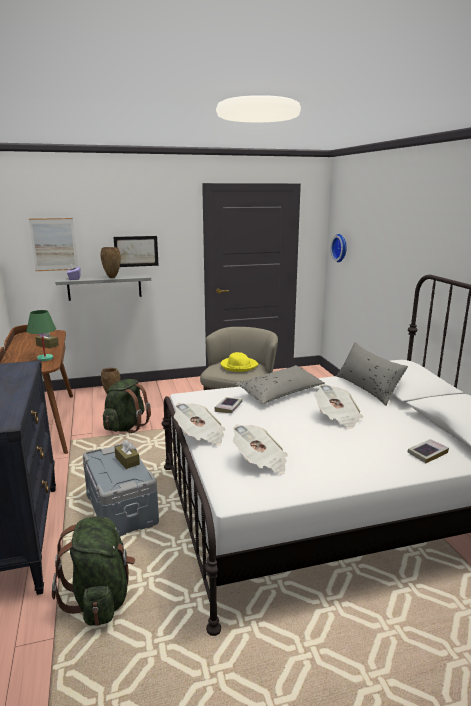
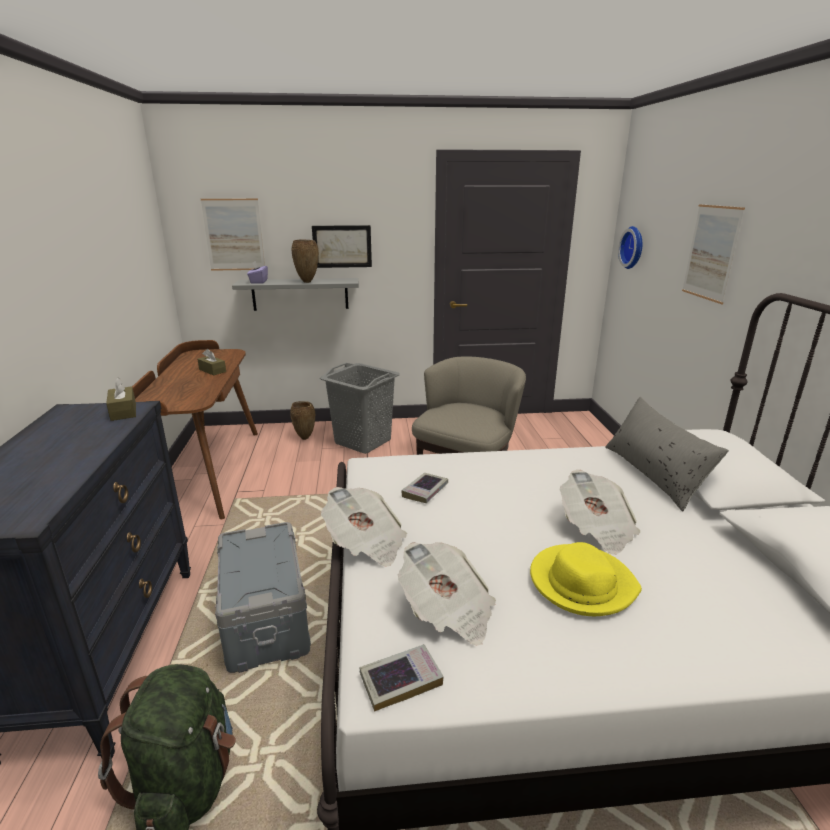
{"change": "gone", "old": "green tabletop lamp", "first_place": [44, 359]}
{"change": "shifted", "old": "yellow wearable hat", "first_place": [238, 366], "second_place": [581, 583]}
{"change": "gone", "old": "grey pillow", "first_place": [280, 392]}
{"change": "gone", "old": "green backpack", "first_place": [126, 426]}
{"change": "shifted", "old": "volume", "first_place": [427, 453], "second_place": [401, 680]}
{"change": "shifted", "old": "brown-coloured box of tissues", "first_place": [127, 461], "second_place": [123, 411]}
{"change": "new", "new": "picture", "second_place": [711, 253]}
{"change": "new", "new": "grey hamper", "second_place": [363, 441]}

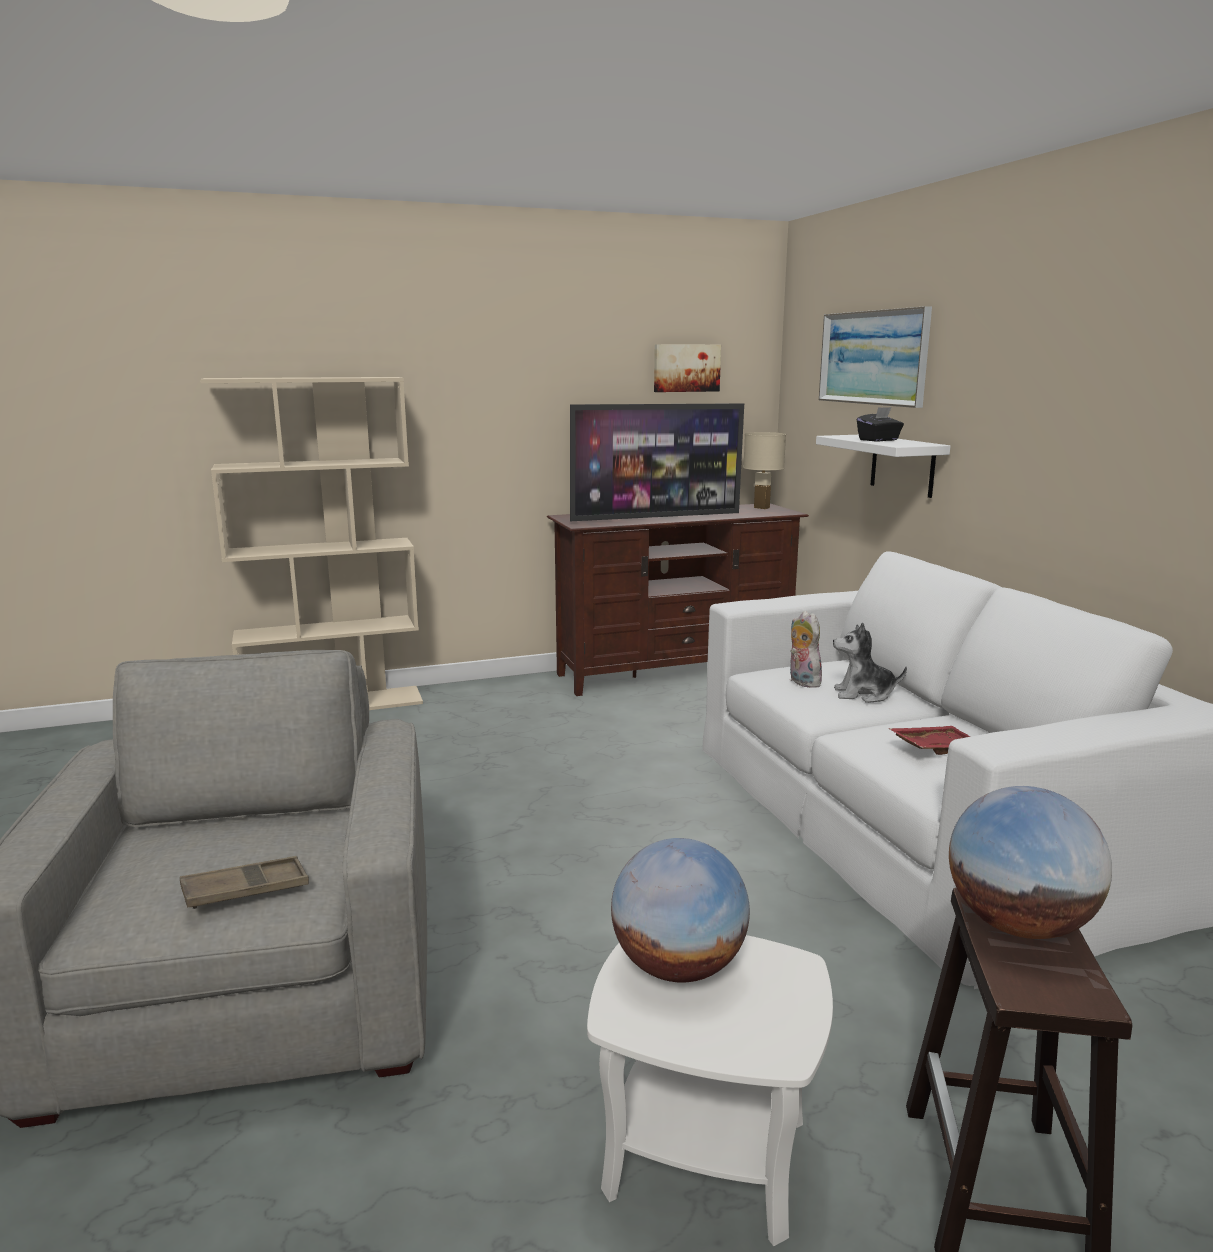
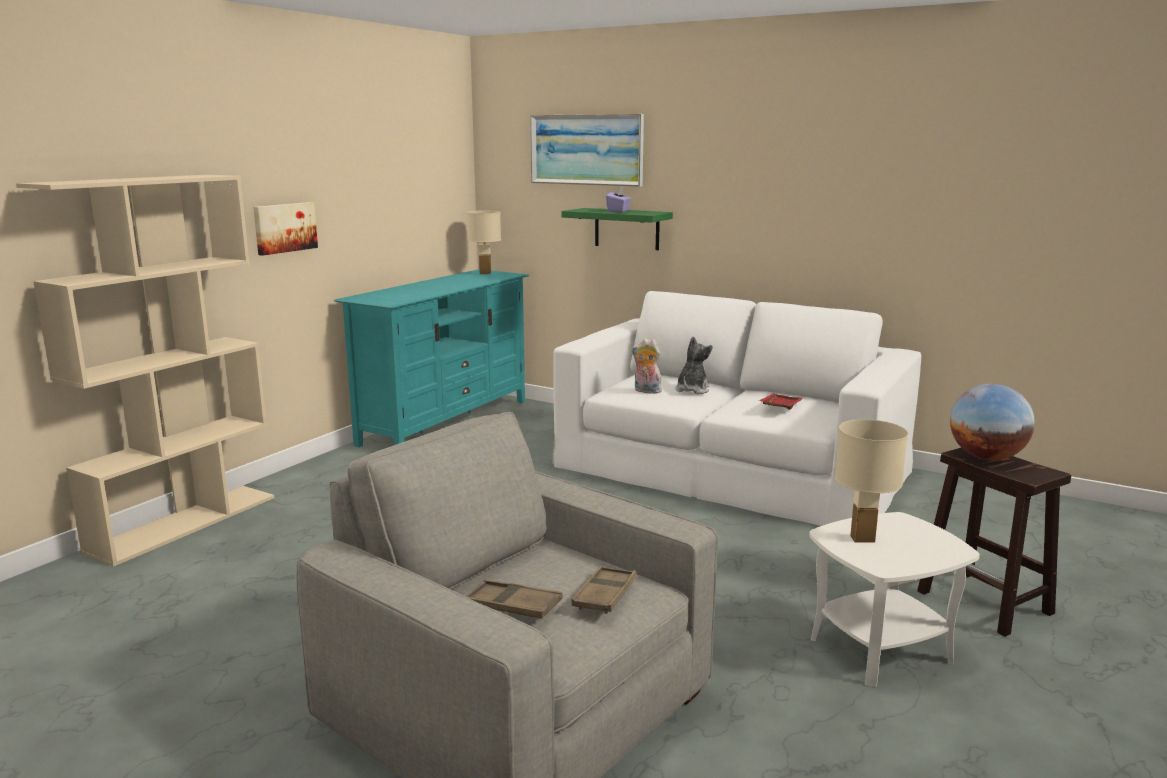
{"change": "shifted", "old": "picture", "first_place": [686, 368], "second_place": [284, 227]}
{"change": "gone", "old": "TV", "first_place": [656, 517]}
{"change": "repainted", "old": "black-coloured box of tissues", "new": "purplish box of tissues", "first_place": [879, 440], "second_place": [618, 211]}
{"change": "repainted", "old": "white-coloured wall shelf", "new": "green wall shelf", "first_place": [902, 465], "second_place": [627, 229]}
{"change": "repainted", "old": "brown-coloured tv unit", "new": "blue-green tv unit", "first_place": [674, 672], "second_place": [445, 422]}
{"change": "rotated", "old": "plush toy", "first_place": [863, 694], "second_place": [692, 390], "degrees": 150}
{"change": "swapped", "old": "world globe", "new": "sand-coloured tabletop lamp", "first_place": [677, 967], "second_place": [862, 539]}
{"change": "new", "new": "brown-coloured carrying tray", "second_place": [512, 605]}

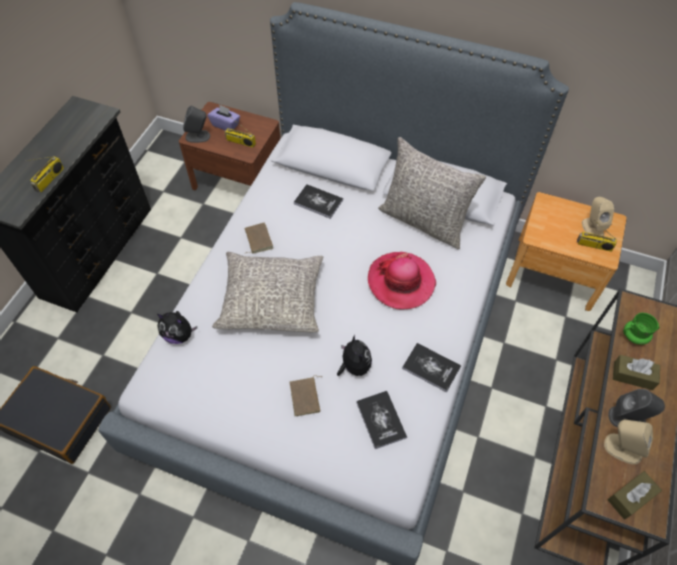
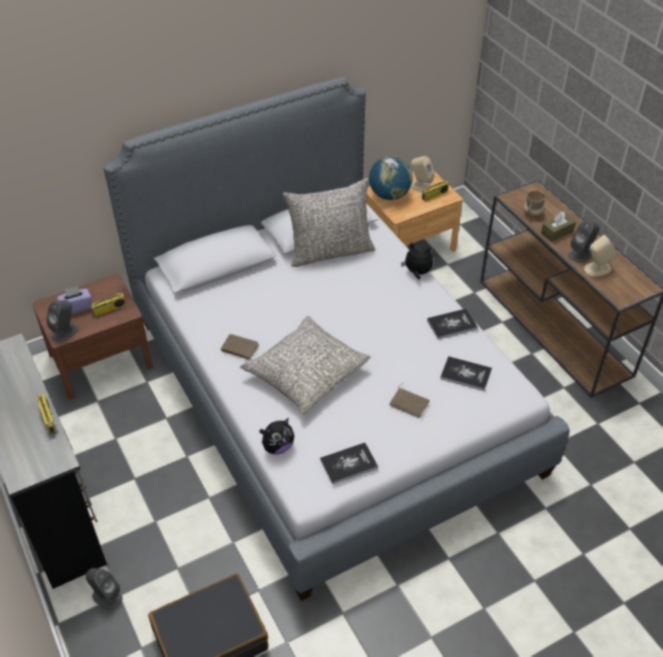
{"change": "shifted", "old": "volume", "first_place": [318, 202], "second_place": [349, 464]}
{"change": "gone", "old": "wearable hat", "first_place": [401, 282]}
{"change": "repainted", "old": "green mug", "new": "sand-coloured mug", "first_place": [634, 336], "second_place": [532, 213]}
{"change": "shifted", "old": "plush toy", "first_place": [354, 366], "second_place": [417, 273]}
{"change": "gone", "old": "brown-coloured box of tissues", "first_place": [630, 497]}
{"change": "new", "new": "world globe", "second_place": [389, 195]}
{"change": "new", "new": "grey loudspeaker", "second_place": [106, 596]}

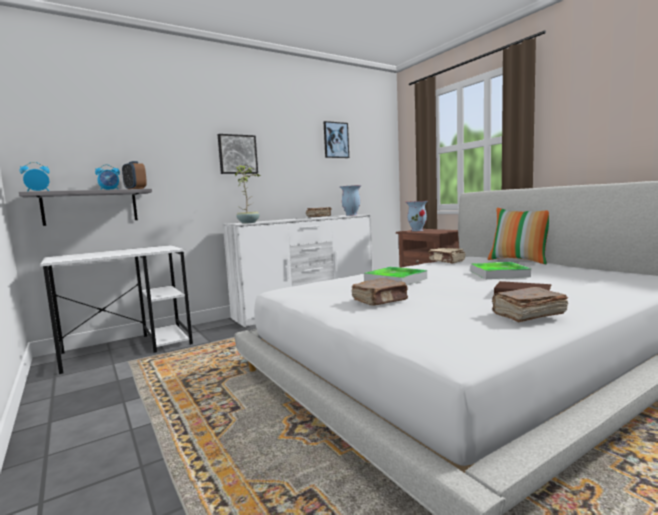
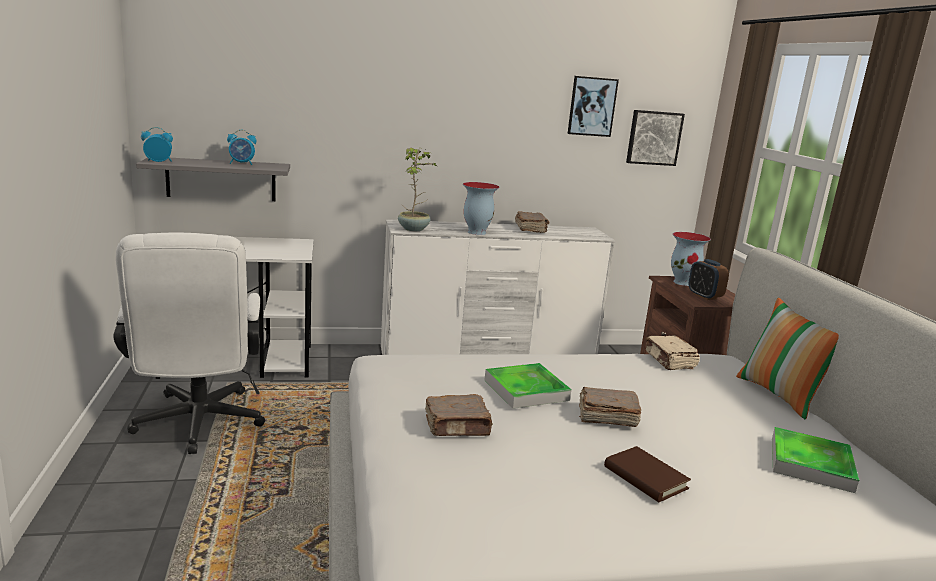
{"change": "shifted", "old": "picture", "first_place": [237, 154], "second_place": [653, 138]}
{"change": "shifted", "old": "table clock", "first_place": [135, 189], "second_place": [704, 296]}
{"change": "shifted", "old": "flower vase", "first_place": [351, 215], "second_place": [476, 232]}
{"change": "shifted", "old": "carrying tray", "first_place": [499, 274], "second_place": [810, 464]}
{"change": "shifted", "old": "brown-coloured volume", "first_place": [527, 315], "second_place": [606, 417]}
{"change": "new", "new": "white-coloured desk chair", "second_place": [197, 426]}

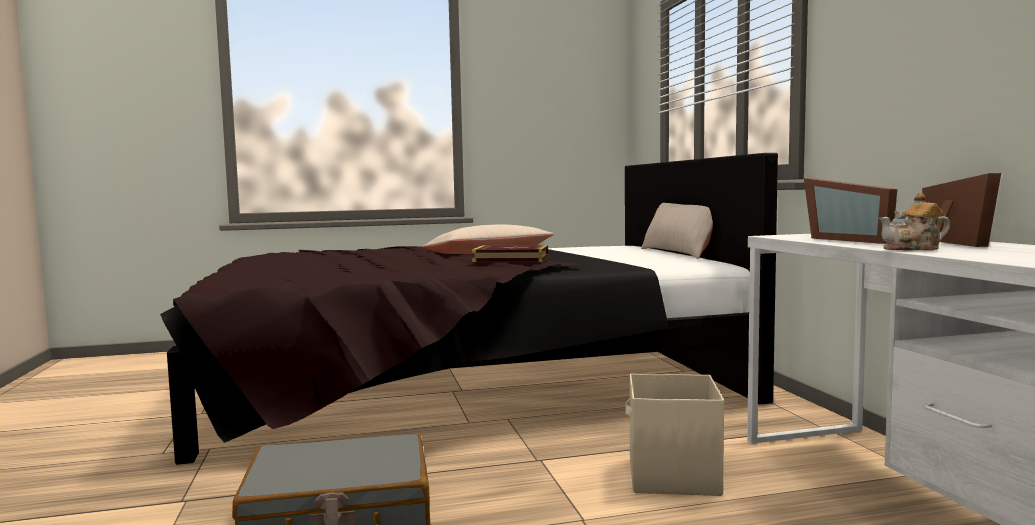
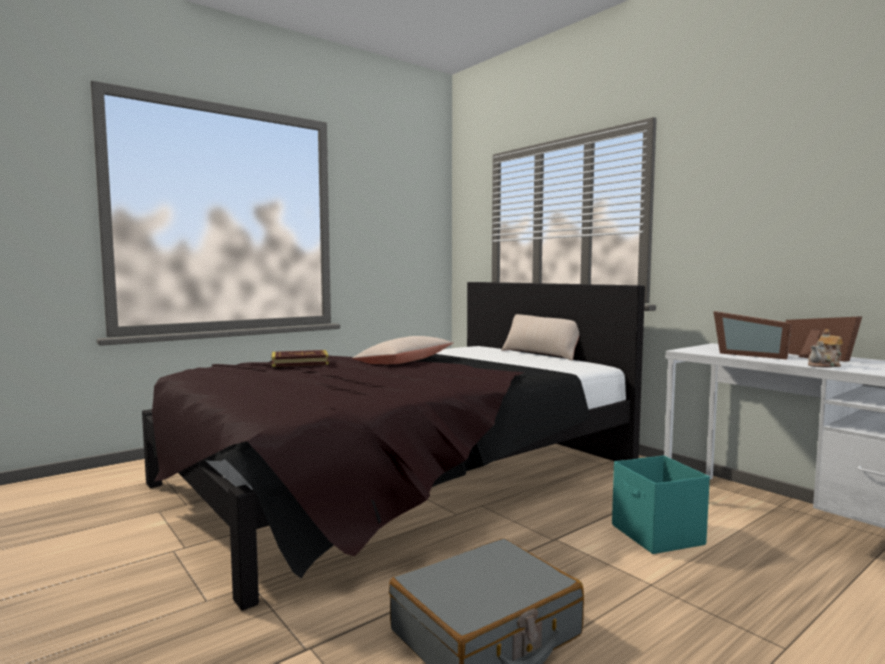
{"change": "shifted", "old": "volume", "first_place": [511, 259], "second_place": [300, 362]}
{"change": "repainted", "old": "sand-coloured storage container", "new": "blue-green storage container", "first_place": [672, 476], "second_place": [657, 535]}

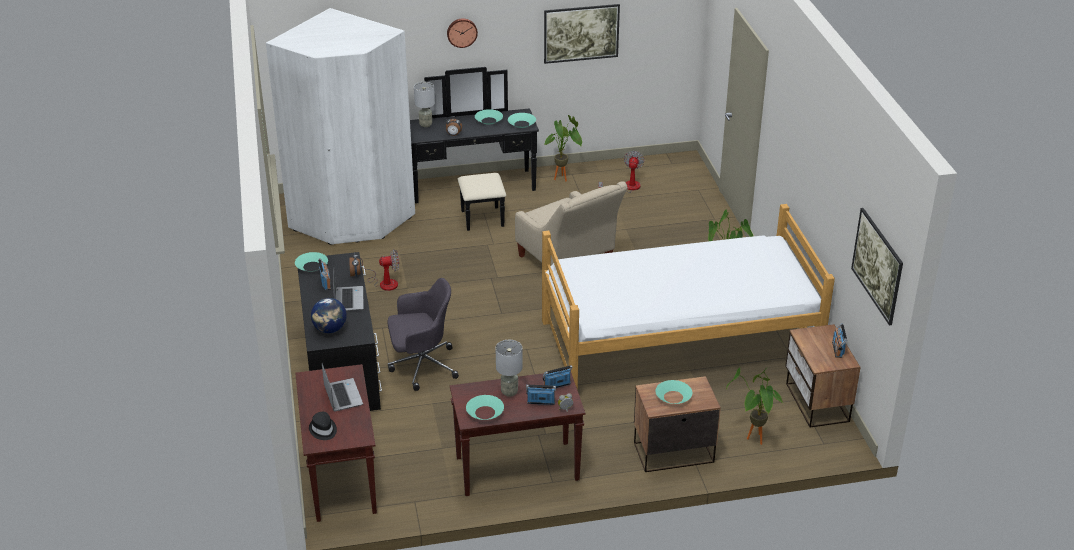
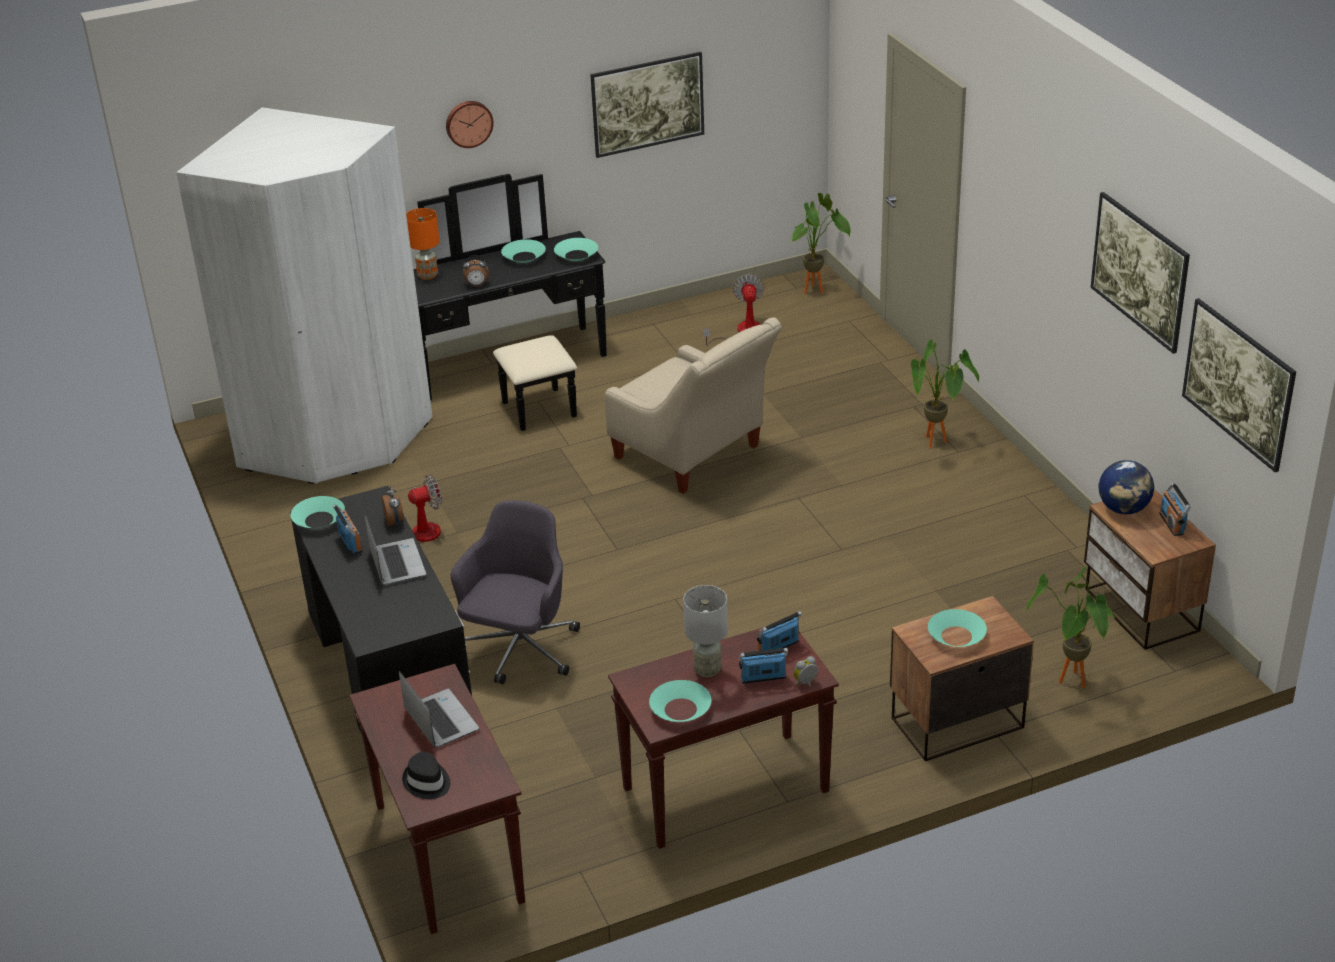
{"change": "repainted", "old": "grey tabletop lamp", "new": "orange tabletop lamp", "first_place": [425, 124], "second_place": [427, 276]}
{"change": "shifted", "old": "potted plant", "first_place": [564, 178], "second_place": [818, 290]}
{"change": "gone", "old": "sleeping bed", "first_place": [679, 345]}
{"change": "rotated", "old": "grey desk chair", "first_place": [421, 365], "second_place": [519, 651], "degrees": -45}
{"change": "shifted", "old": "world globe", "first_place": [330, 329], "second_place": [1123, 509]}
{"change": "new", "new": "picture", "second_place": [1136, 295]}

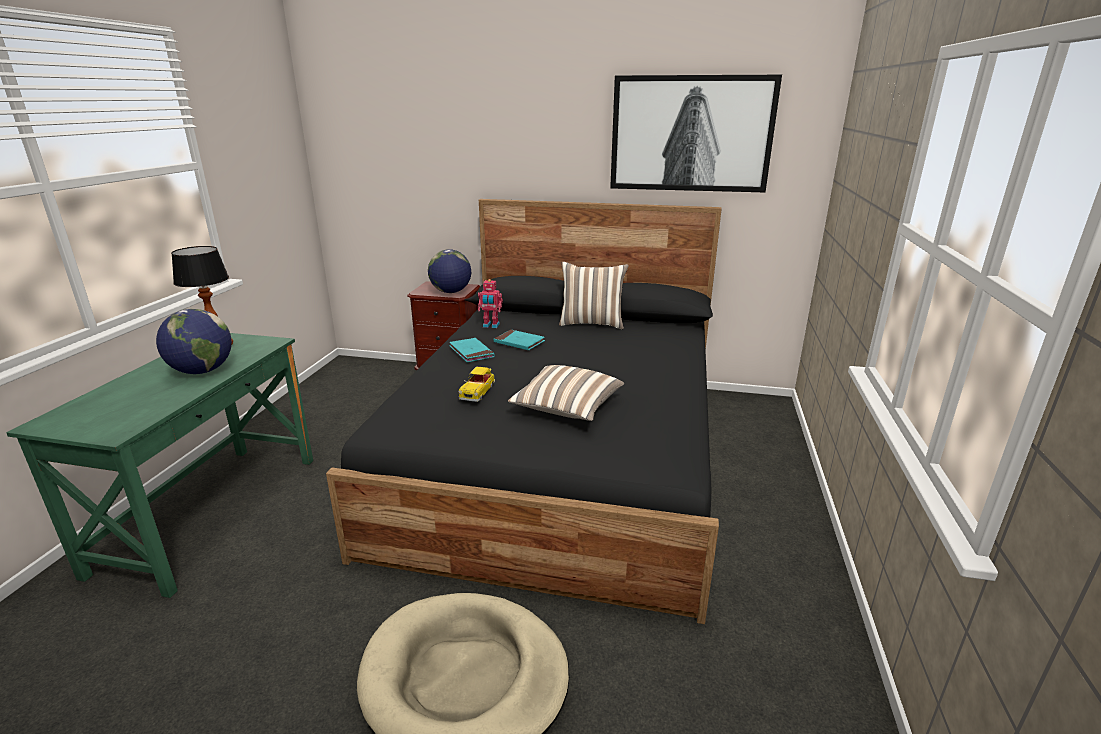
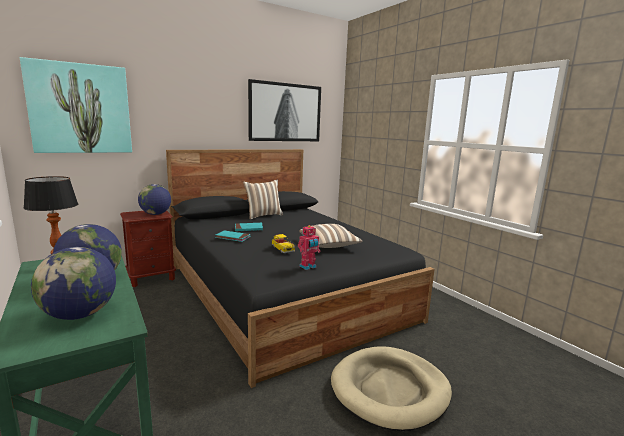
{"change": "shifted", "old": "toy robot", "first_place": [491, 326], "second_place": [308, 267]}
{"change": "new", "new": "picture", "second_place": [80, 109]}
{"change": "new", "new": "world globe", "second_place": [80, 314]}

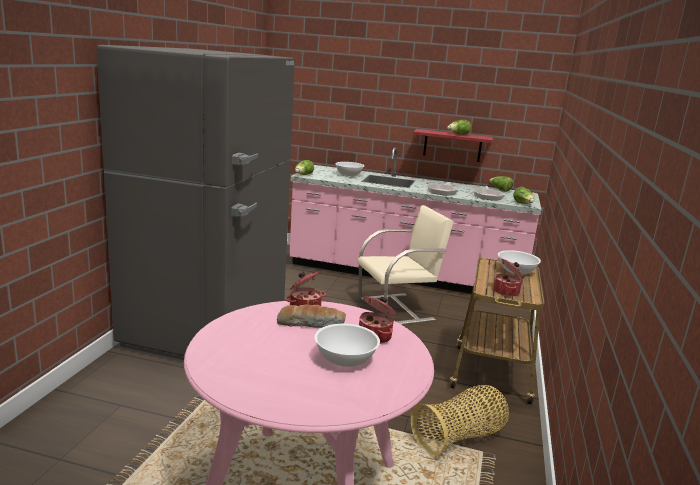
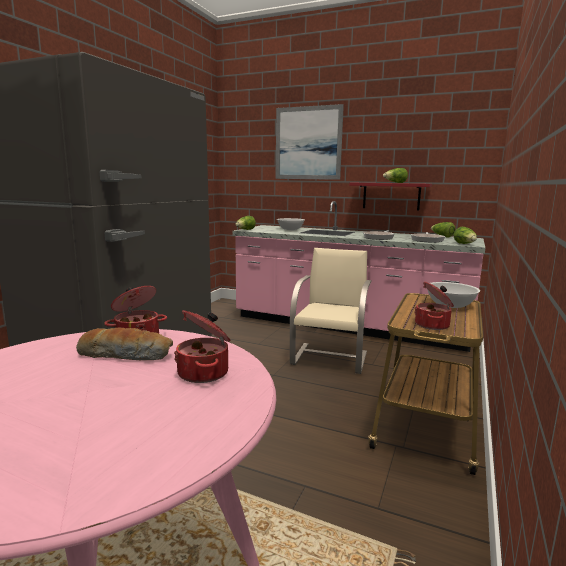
{"change": "rotated", "old": "sand-coloured plain chair", "first_place": [397, 309], "second_place": [330, 357], "degrees": -60}
{"change": "gone", "old": "white-coloured deep dish", "first_place": [345, 359]}
{"change": "gone", "old": "storage basket", "first_place": [459, 438]}
{"change": "new", "new": "picture", "second_place": [308, 143]}

